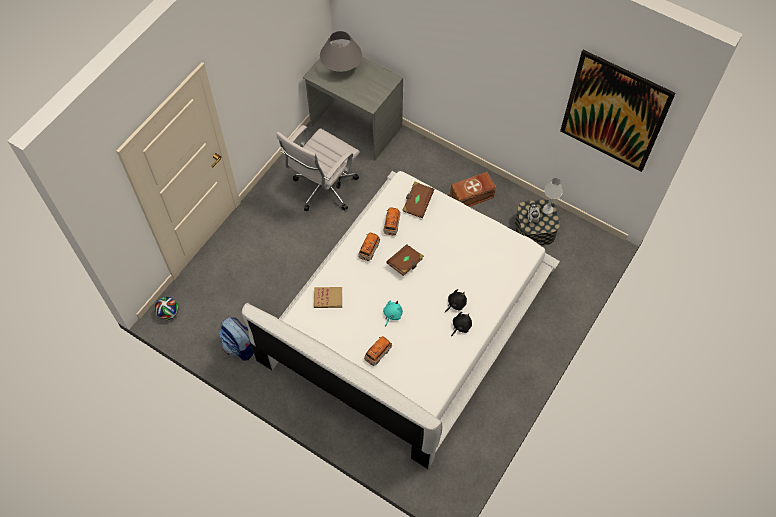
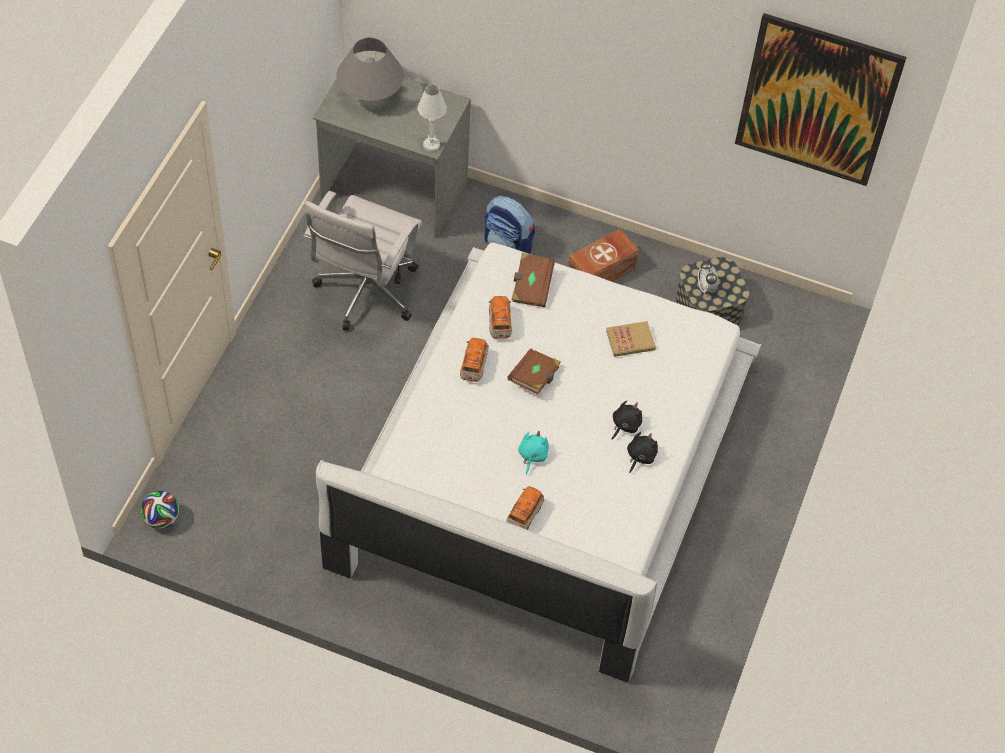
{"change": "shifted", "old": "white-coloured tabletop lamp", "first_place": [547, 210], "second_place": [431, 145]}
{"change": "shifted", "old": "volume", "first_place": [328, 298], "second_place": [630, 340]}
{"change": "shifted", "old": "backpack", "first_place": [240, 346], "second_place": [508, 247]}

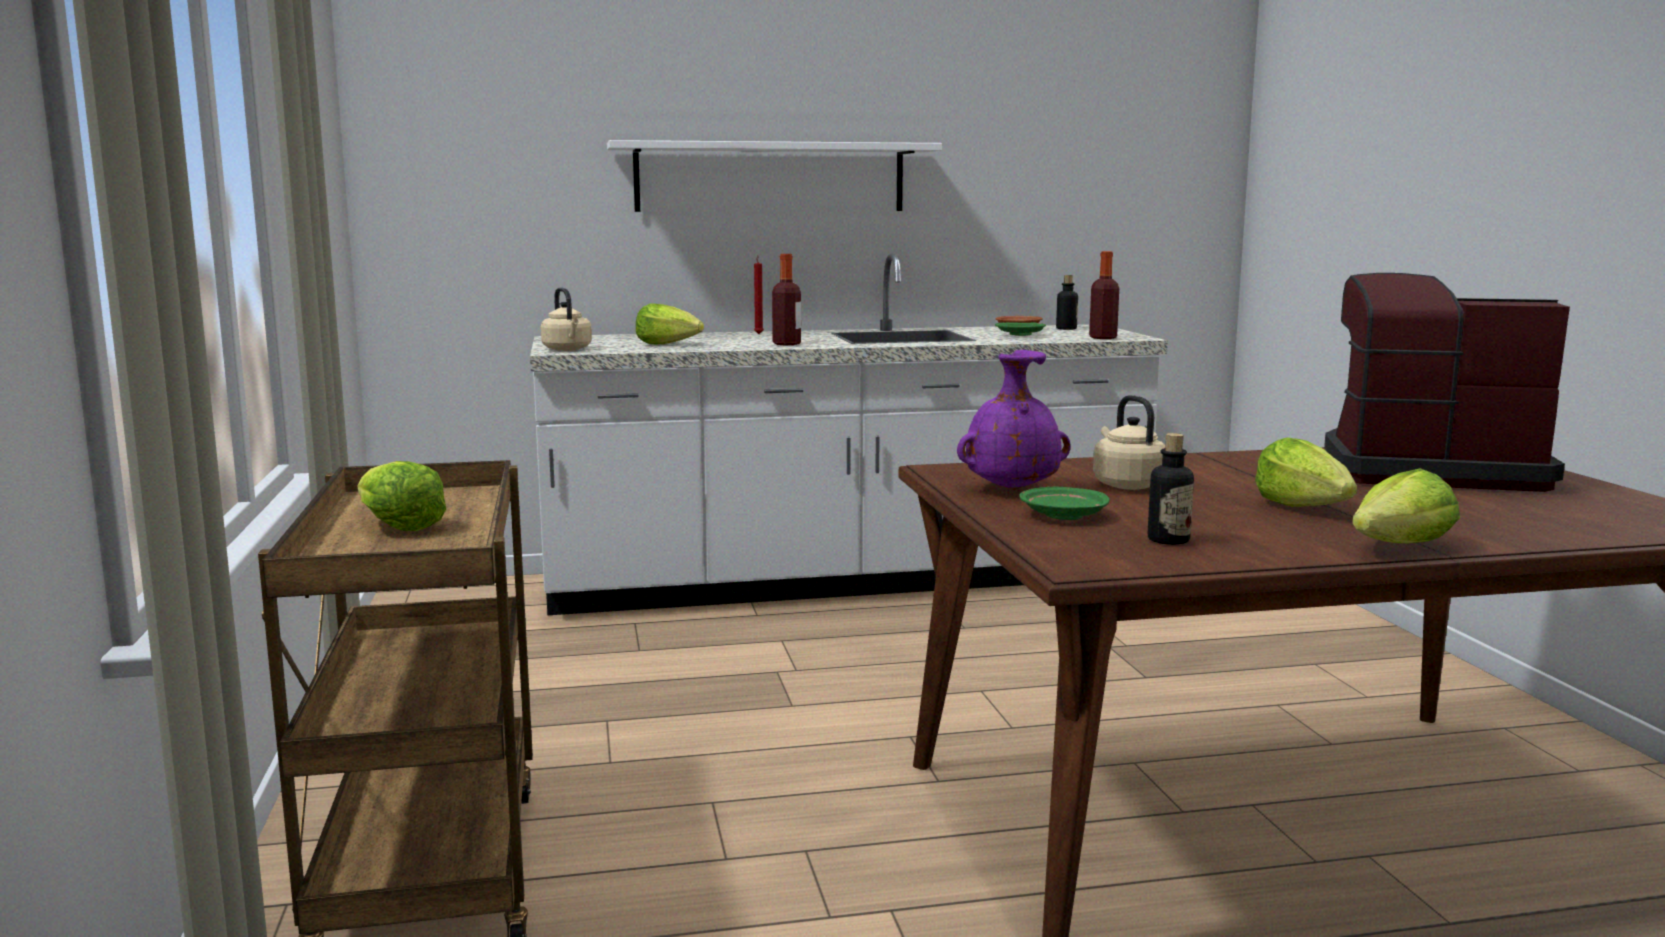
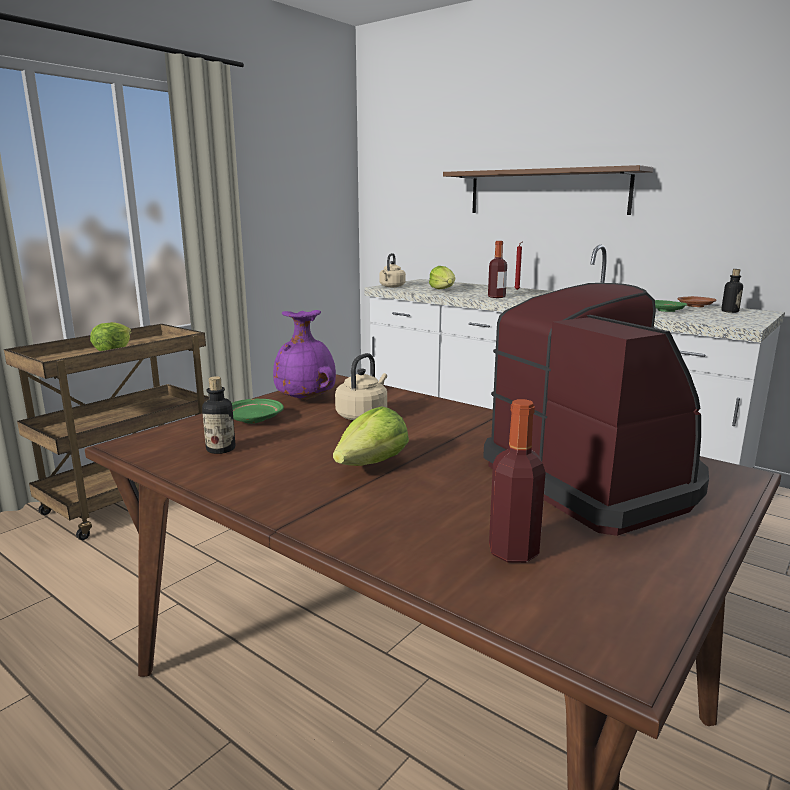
{"change": "repainted", "old": "white-coloured wall shelf", "new": "brown-coloured wall shelf", "first_place": [770, 177], "second_place": [547, 192]}
{"change": "shifted", "old": "drink bottle", "first_place": [1103, 338], "second_place": [513, 552]}
{"change": "gone", "old": "lettuce head", "first_place": [1401, 547]}

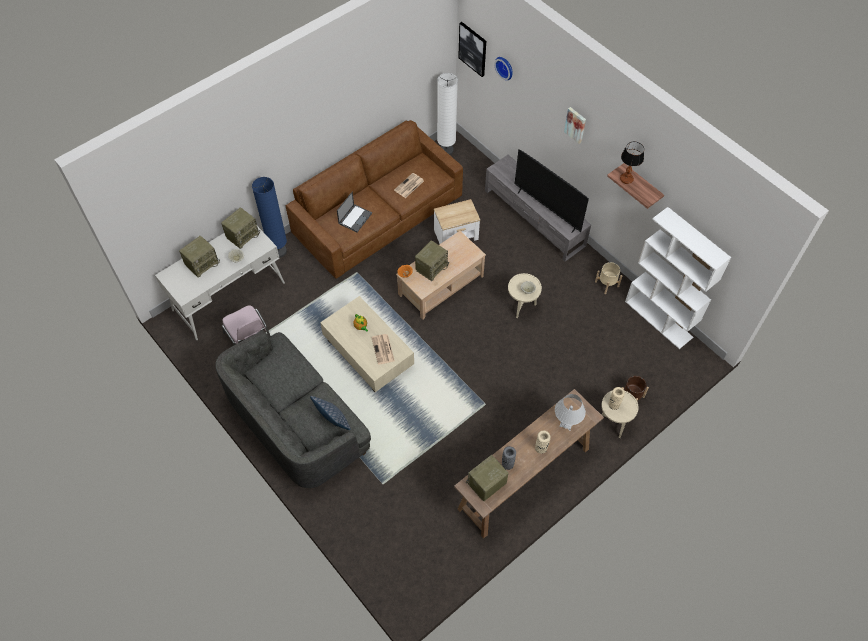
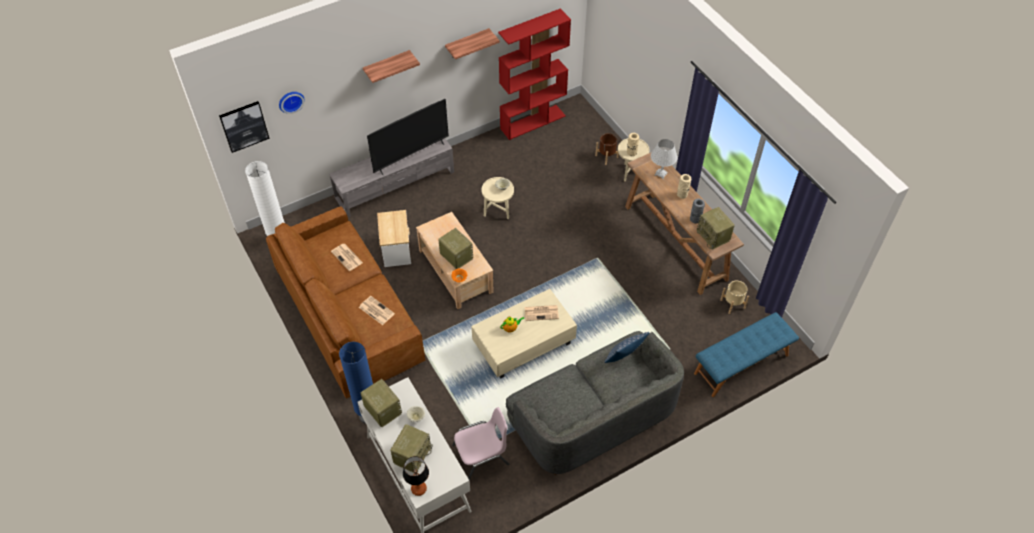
{"change": "swapped", "old": "picture", "new": "wall shelf", "first_place": [575, 124], "second_place": [387, 66]}
{"change": "shifted", "old": "tabletop lamp", "first_place": [626, 179], "second_place": [419, 488]}
{"change": "swapped", "old": "notebook computer", "new": "daily paper", "first_place": [355, 218], "second_place": [376, 310]}
{"change": "repainted", "old": "white-coloured bookcase", "new": "red-coloured bookcase", "first_place": [659, 319], "second_place": [533, 122]}
{"change": "rotated", "old": "radio", "first_place": [202, 263], "second_place": [412, 455], "degrees": 60}
{"change": "shifted", "old": "sand-coloured flower pot", "first_place": [607, 284], "second_place": [733, 304]}
{"change": "new", "new": "blue-coloured indoor bench", "second_place": [741, 364]}

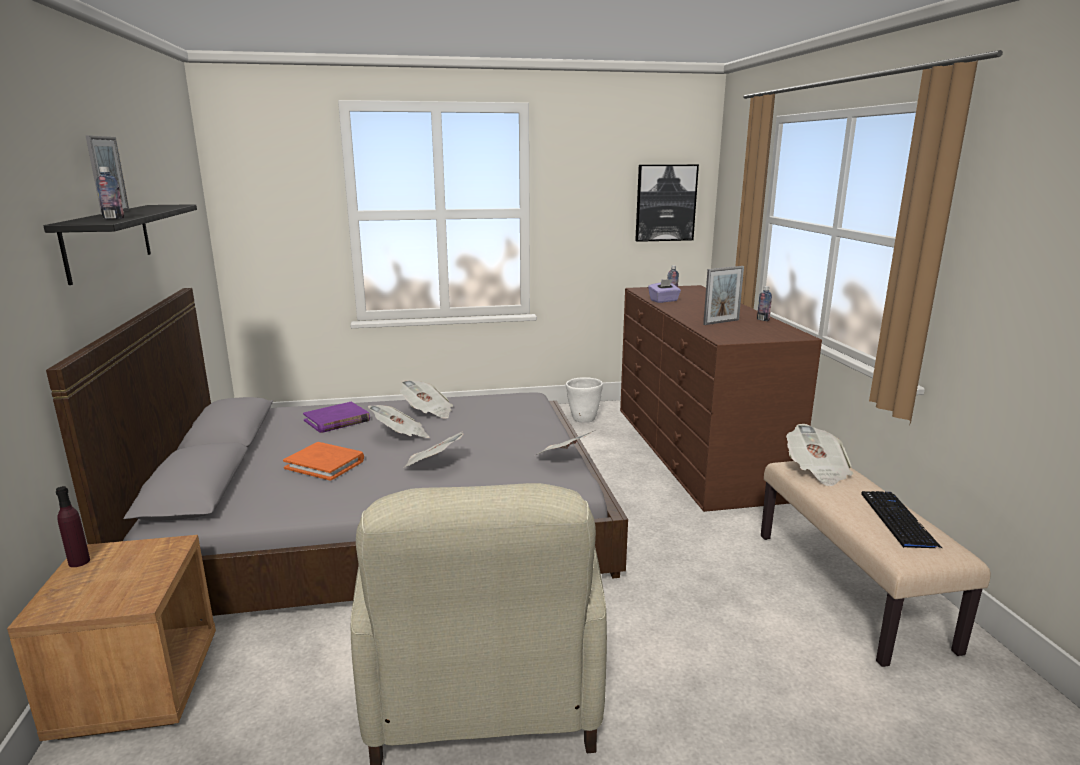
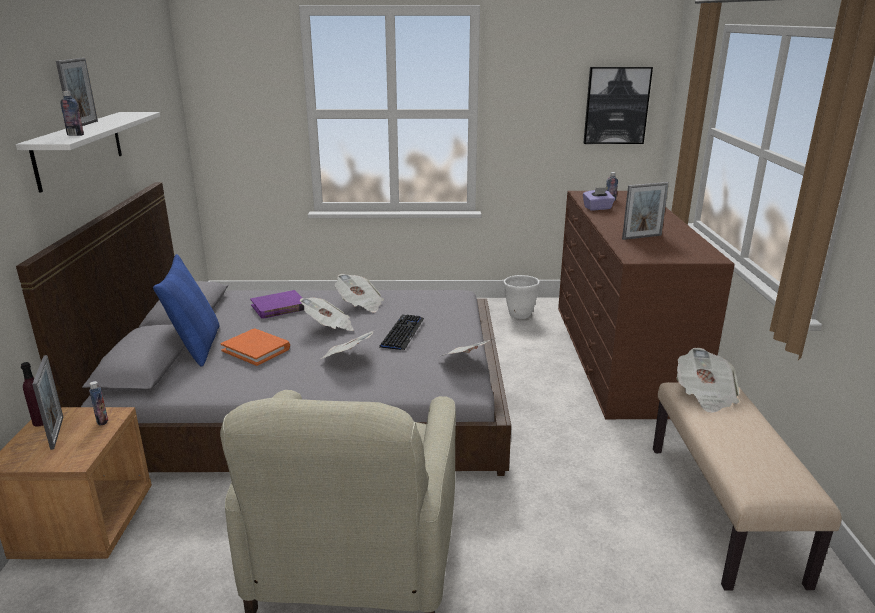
{"change": "repainted", "old": "black-coloured wall shelf", "new": "white-coloured wall shelf", "first_place": [109, 240], "second_place": [79, 149]}
{"change": "shifted", "old": "drink bottle", "first_place": [763, 320], "second_place": [102, 421]}
{"change": "shifted", "old": "keyboard", "first_place": [897, 520], "second_place": [402, 333]}
{"change": "new", "new": "blue-coloured pillow", "second_place": [196, 346]}
{"change": "new", "new": "standing frame", "second_place": [57, 432]}

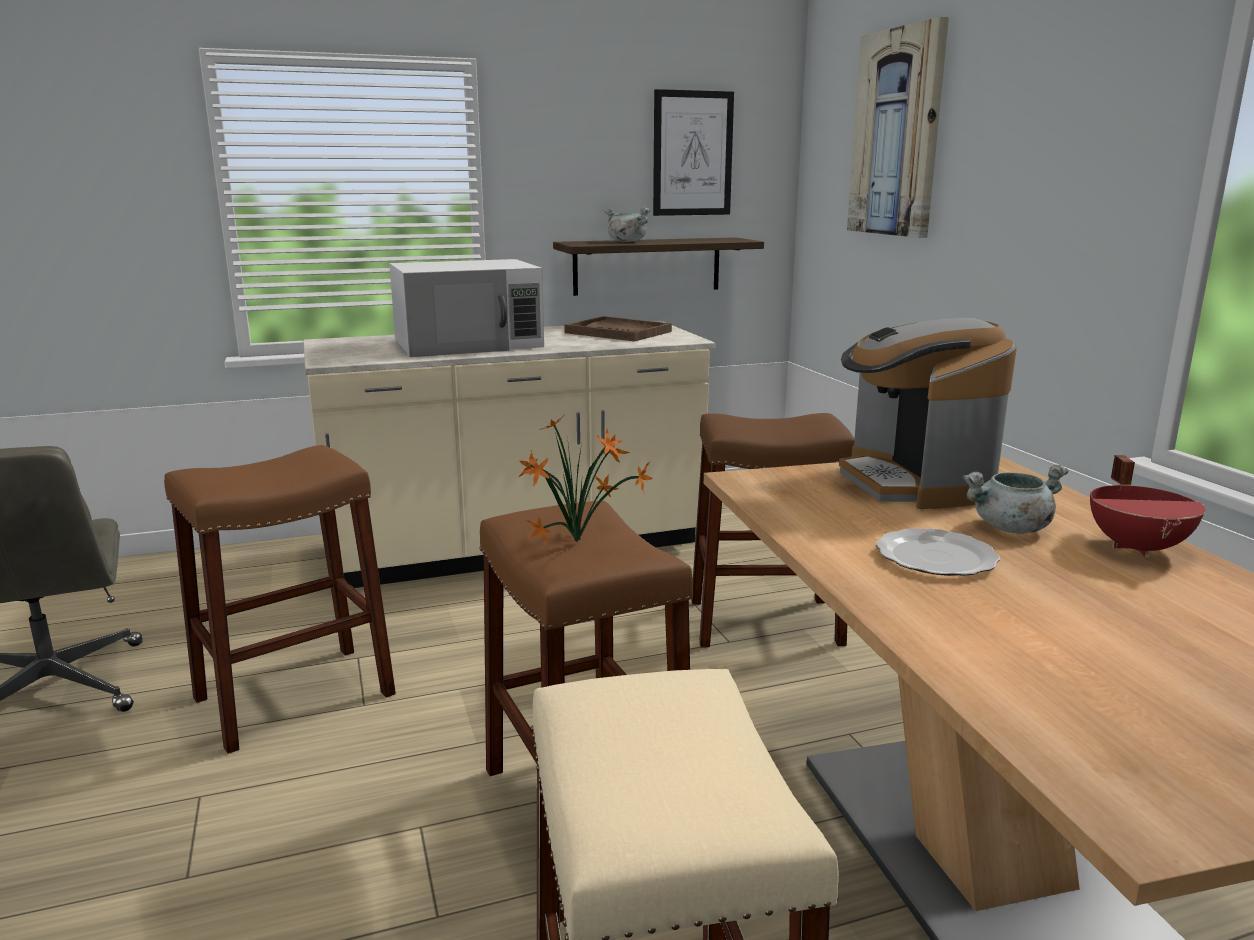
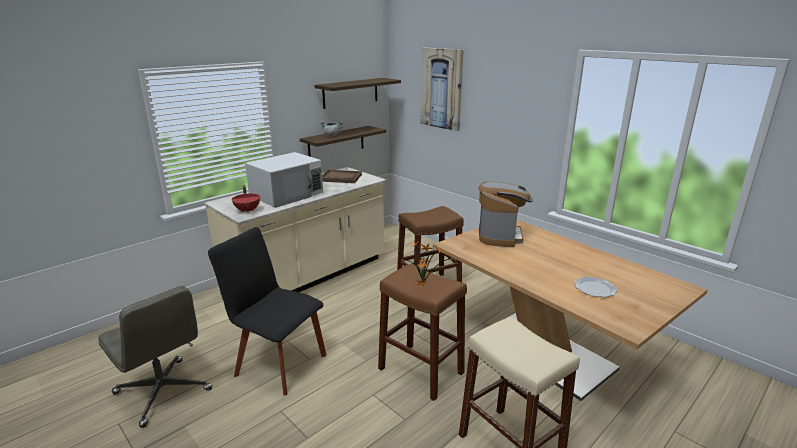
{"change": "swapped", "old": "picture", "new": "wall shelf", "first_place": [692, 154], "second_place": [350, 93]}
{"change": "rotated", "old": "coffee maker", "first_place": [914, 483], "second_place": [500, 236], "degrees": -135}
{"change": "swapped", "old": "brown-coloured sitting stool", "new": "black-coloured plain chair", "first_place": [295, 696], "second_place": [277, 363]}
{"change": "shifted", "old": "red-coloured stockpot", "first_place": [1139, 548], "second_place": [248, 210]}
{"change": "gone", "old": "grey stockpot", "first_place": [1010, 528]}
{"change": "shifted", "old": "plate", "first_place": [934, 558], "second_place": [595, 289]}

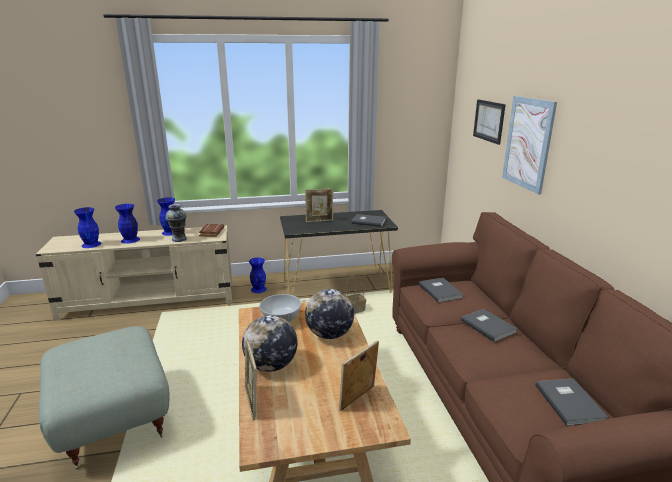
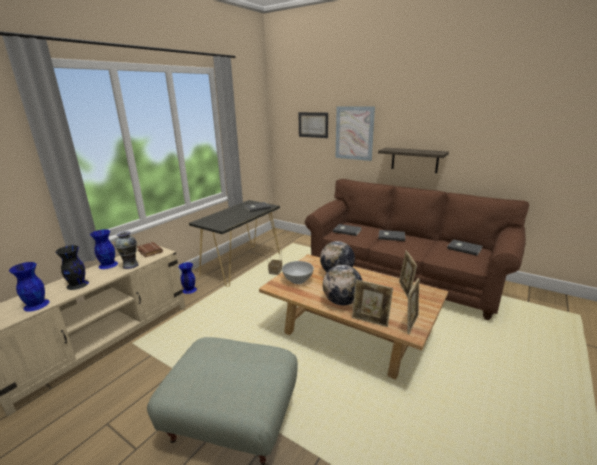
{"change": "shifted", "old": "standing frame", "first_place": [319, 221], "second_place": [411, 323]}
{"change": "repainted", "old": "blue-coloured flower vase", "new": "black-coloured flower vase", "first_place": [130, 240], "second_place": [77, 285]}
{"change": "new", "new": "wall shelf", "second_place": [414, 160]}

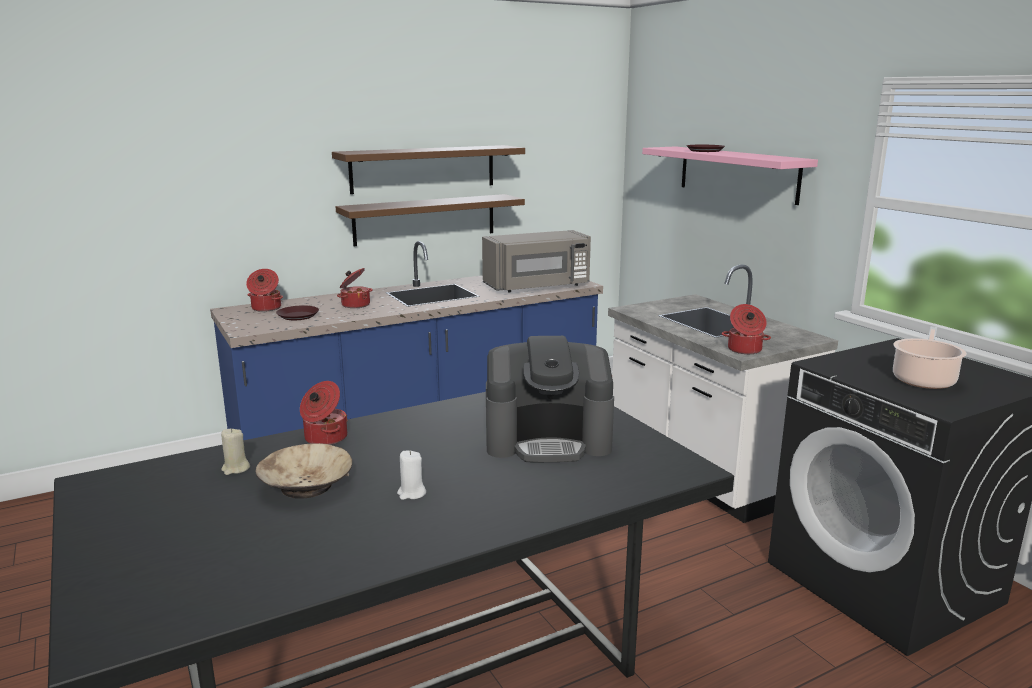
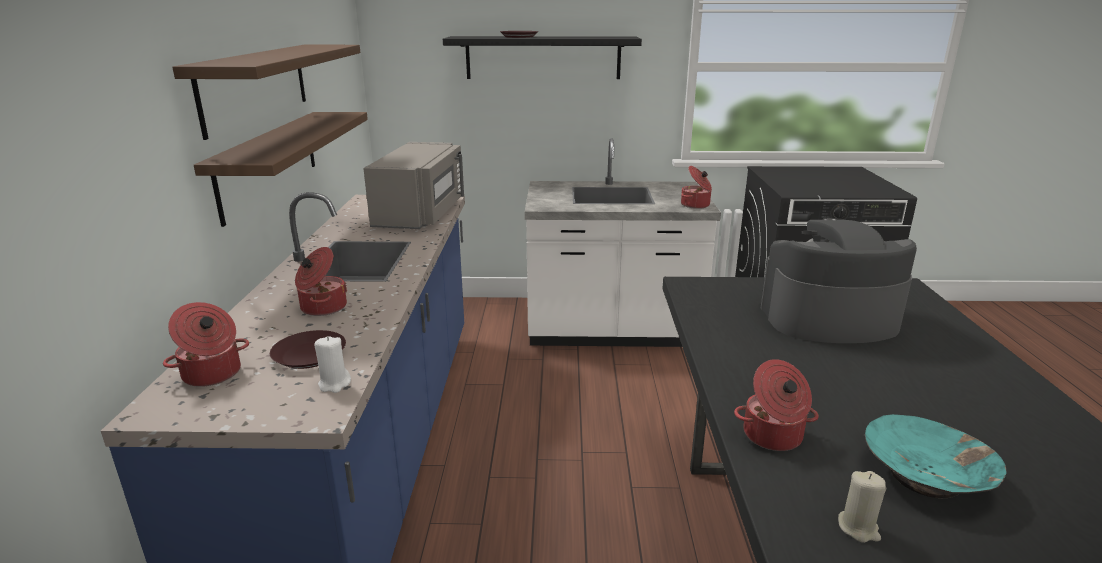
{"change": "repainted", "old": "pinkish wall shelf", "new": "black-coloured wall shelf", "first_place": [737, 173], "second_place": [543, 57]}
{"change": "gone", "old": "stockpot", "first_place": [923, 379]}
{"change": "rotated", "old": "coffee maker", "first_place": [548, 440], "second_place": [828, 319], "degrees": -120}
{"change": "repainted", "old": "sand-coloured deep dish", "new": "blue-green deep dish", "first_place": [306, 486], "second_place": [926, 476]}
{"change": "shifted", "old": "white-coloured wax candle", "first_place": [411, 493], "second_place": [334, 384]}

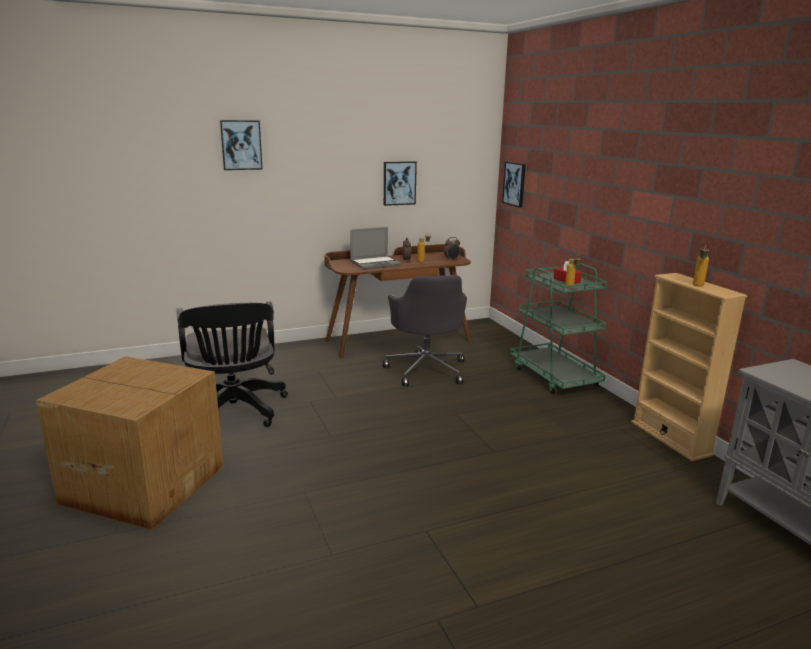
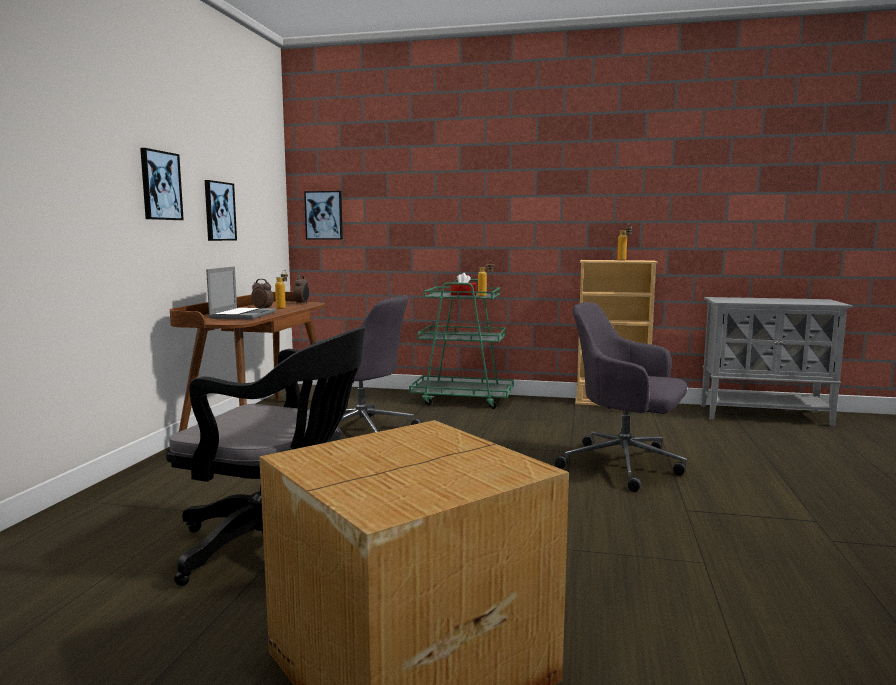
{"change": "shifted", "old": "picture", "first_place": [241, 145], "second_place": [160, 185]}
{"change": "new", "new": "grey desk chair", "second_place": [624, 465]}

